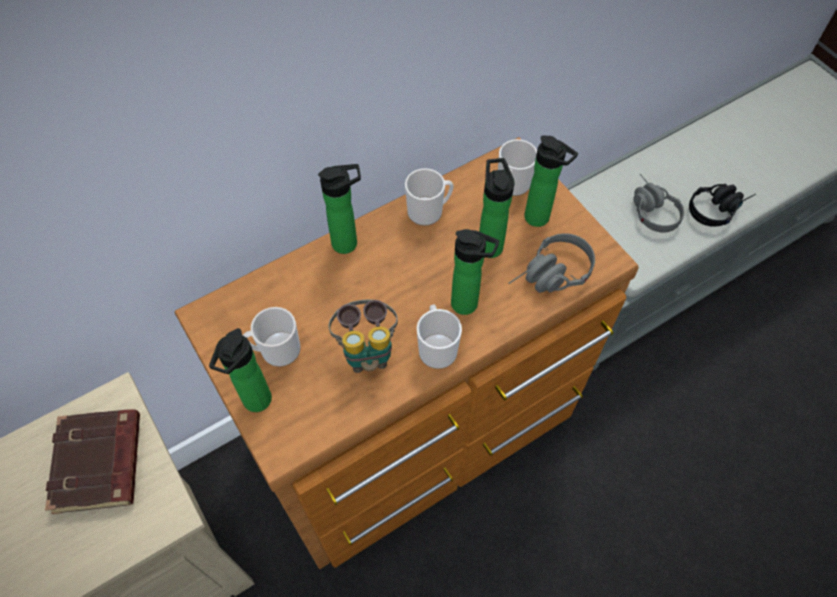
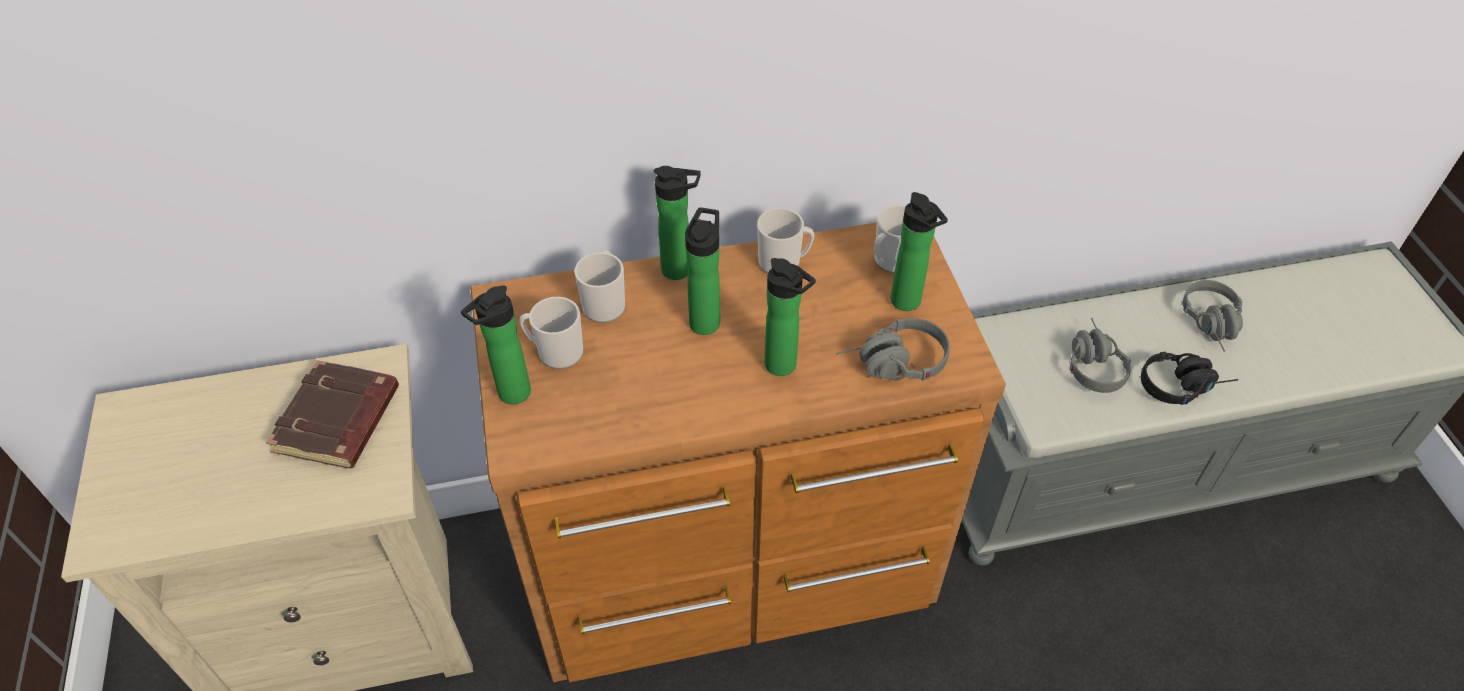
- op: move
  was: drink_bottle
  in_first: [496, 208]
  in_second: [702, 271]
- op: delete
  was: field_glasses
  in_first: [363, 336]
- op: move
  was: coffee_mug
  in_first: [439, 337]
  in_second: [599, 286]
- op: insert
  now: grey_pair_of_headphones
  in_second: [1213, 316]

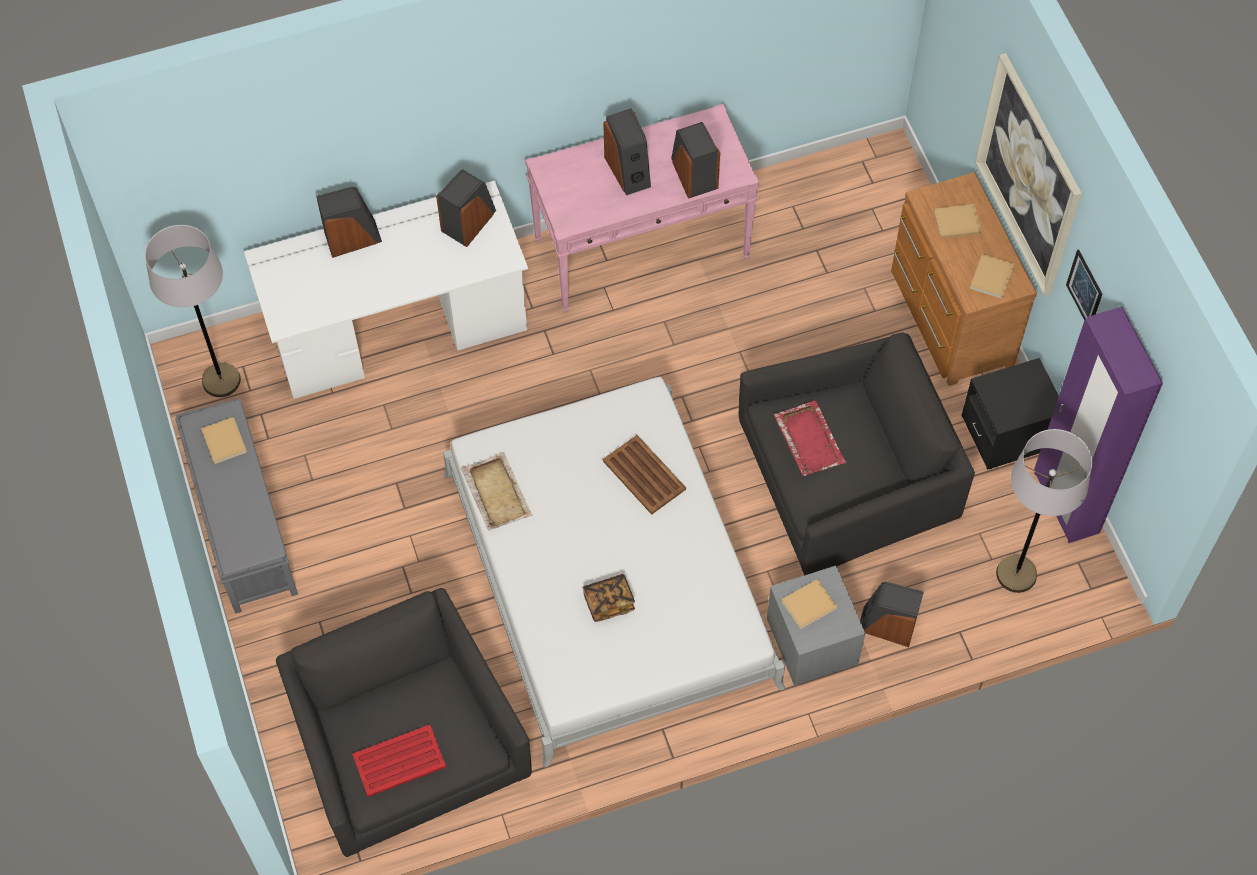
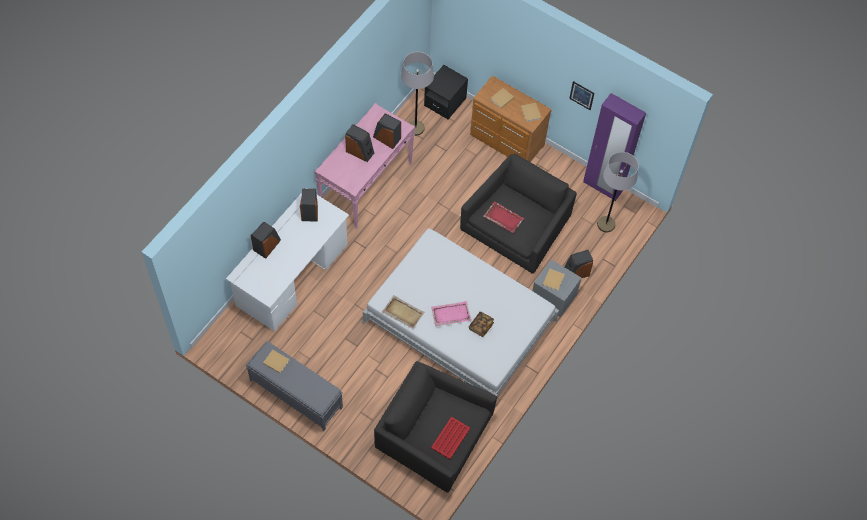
- op: delete
  was: wall_picture
  in_first: [1028, 174]
- op: move
  was: grey_standing_lamp
  in_first: [193, 311]
  in_second: [417, 94]
- op: move
  was: black-coloured_bedside_table
  in_first: [1010, 414]
  in_second: [446, 92]
- op: delete
  was: brown_serving_tray
  in_first: [644, 475]
- op: insert
  now: pink_serving_tray
  in_second: [451, 313]

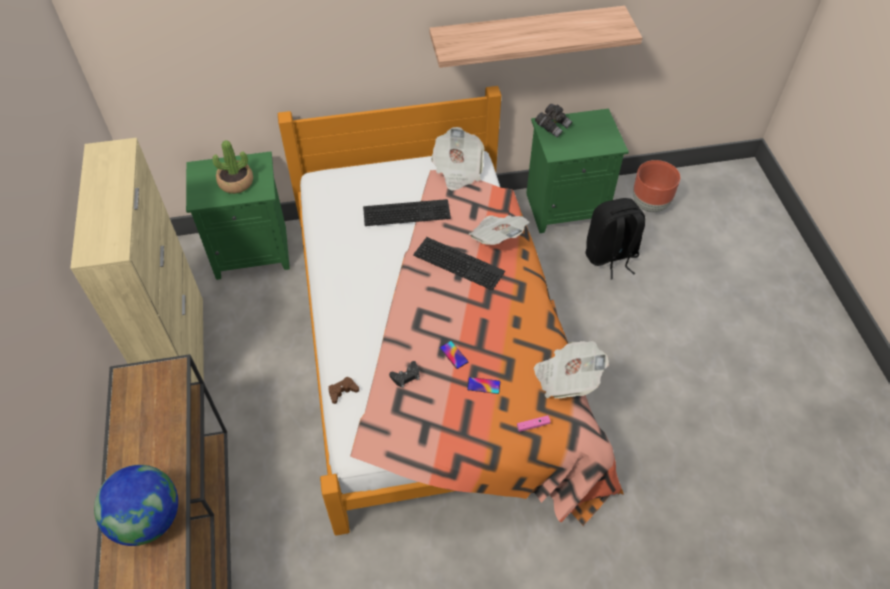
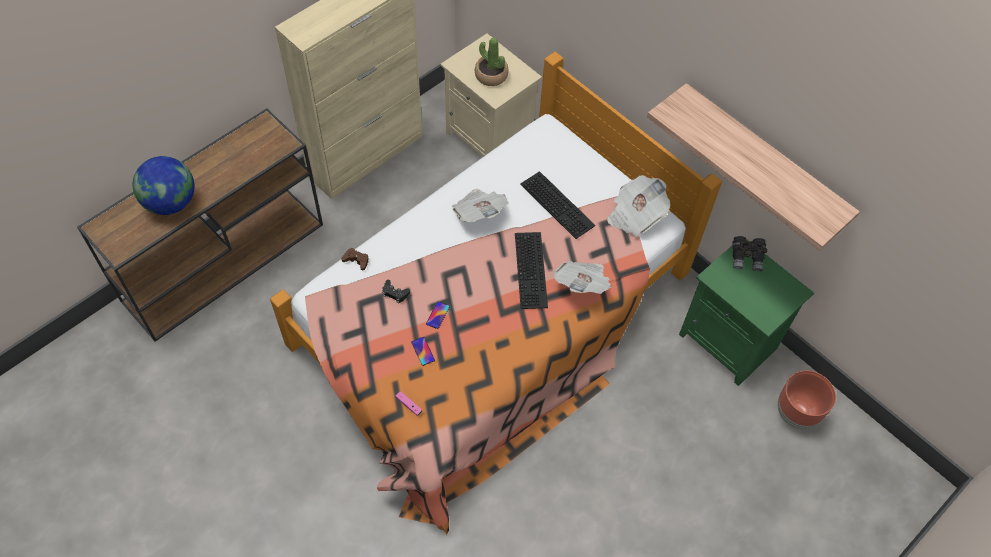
- op: recolor
  was: green_bedside_table
  now: sand-coloured_bedside_table
  in_first: [238, 215]
  in_second: [491, 95]
- op: delete
  was: black-coloured_rucksack
  in_first: [615, 238]
- op: move
  was: printed_paper
  in_first: [571, 369]
  in_second: [480, 205]

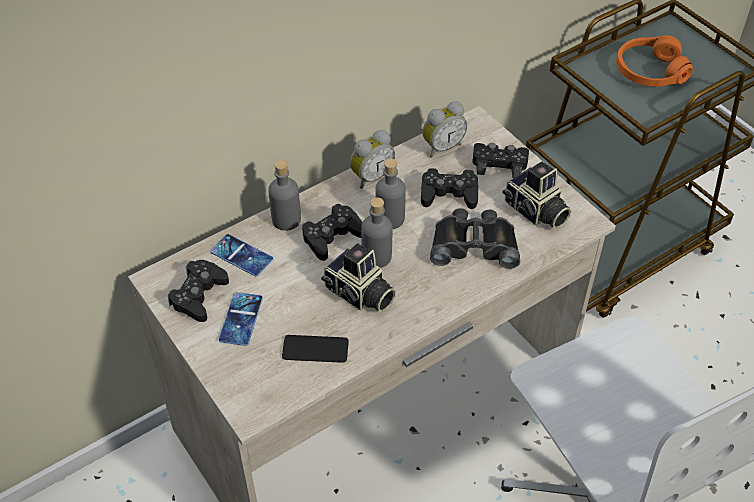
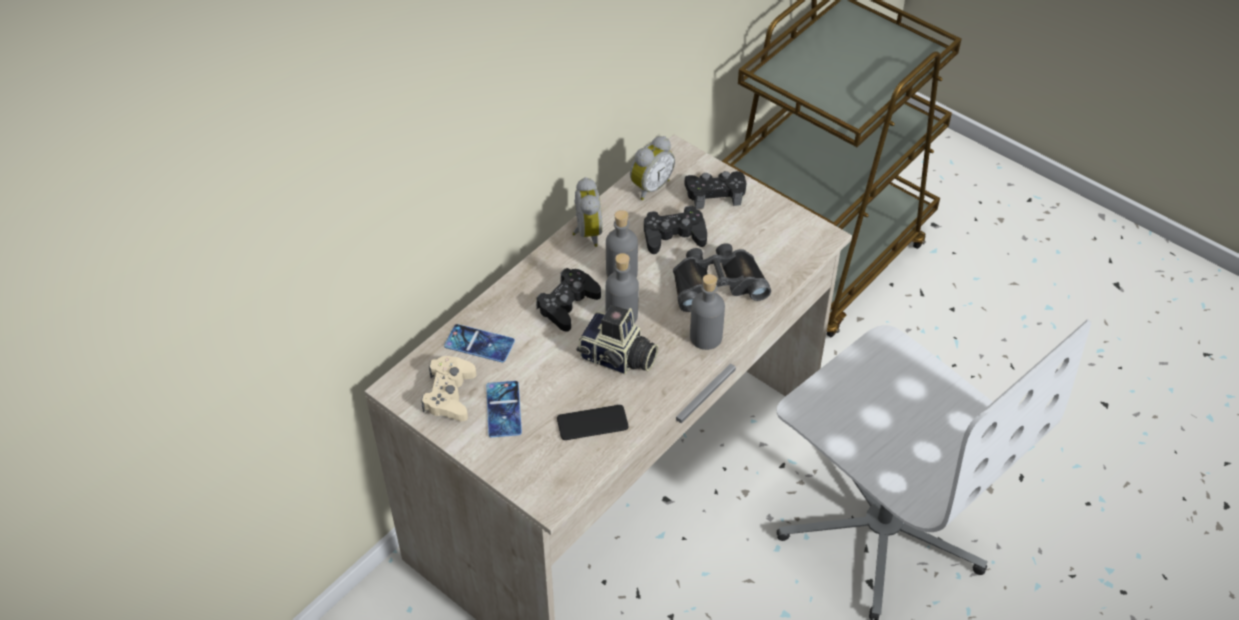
- op: delete
  was: orange_pair_of_headphones
  in_first: [654, 61]
- op: rotate
  was: table_clock
  in_first: [372, 159]
  in_second: [587, 212]
  clockwise: -45
- op: move
  was: grey_drink_bottle
  in_first: [284, 195]
  in_second: [707, 312]
- op: delete
  was: photo_camera
  in_first: [536, 195]
- op: recolor
  was: black-coloured_game_controller
  now: sand-coloured_game_controller
  in_first: [198, 291]
  in_second: [448, 388]

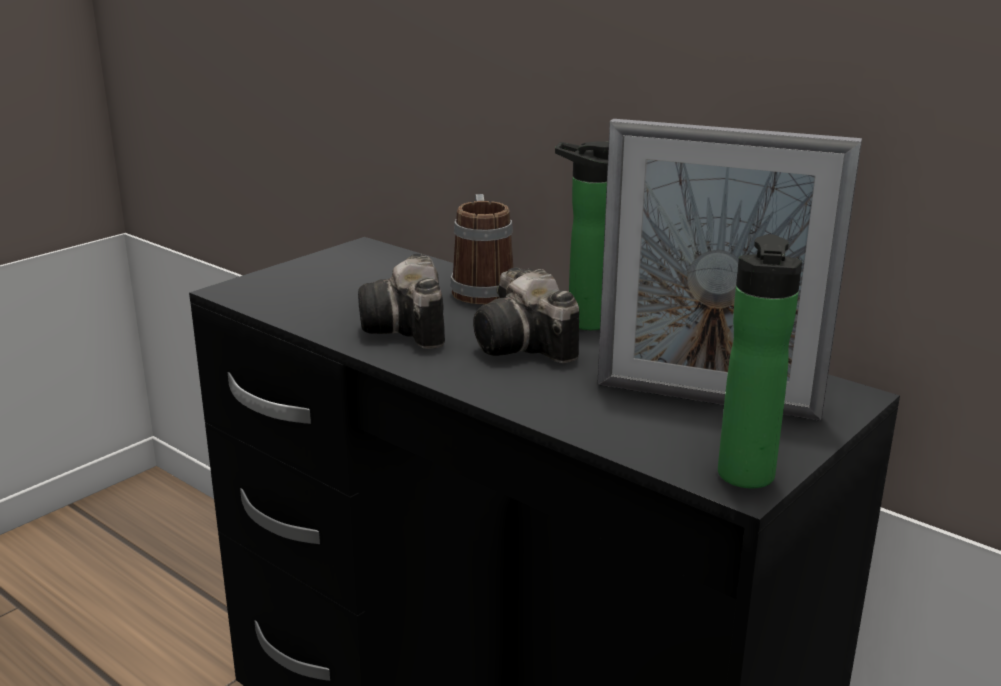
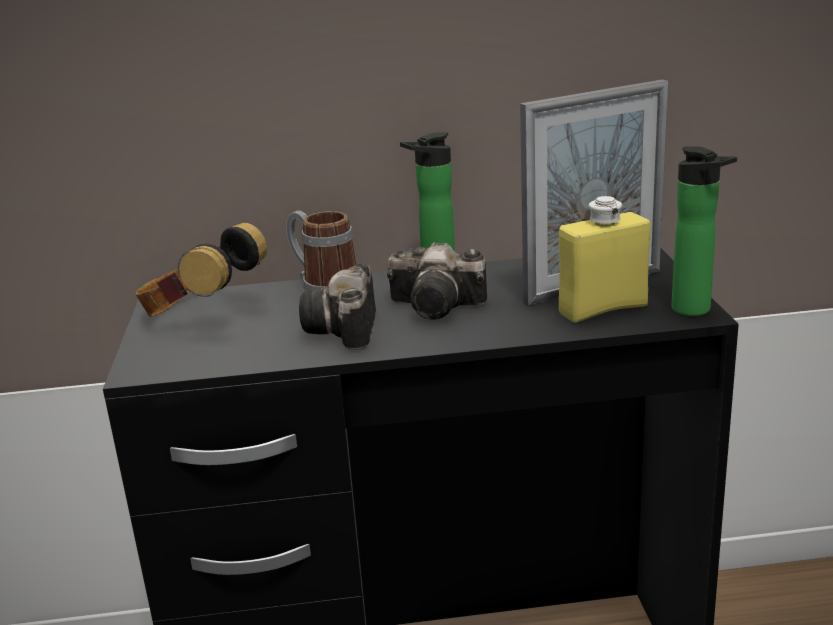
- op: rotate
  was: photo_camera
  in_first: [401, 301]
  in_second: [337, 306]
  clockwise: 60
- op: insert
  now: yellowish_drink_bottle
  in_second: [605, 259]
- op: insert
  now: pair_of_headphones
  in_second: [201, 270]

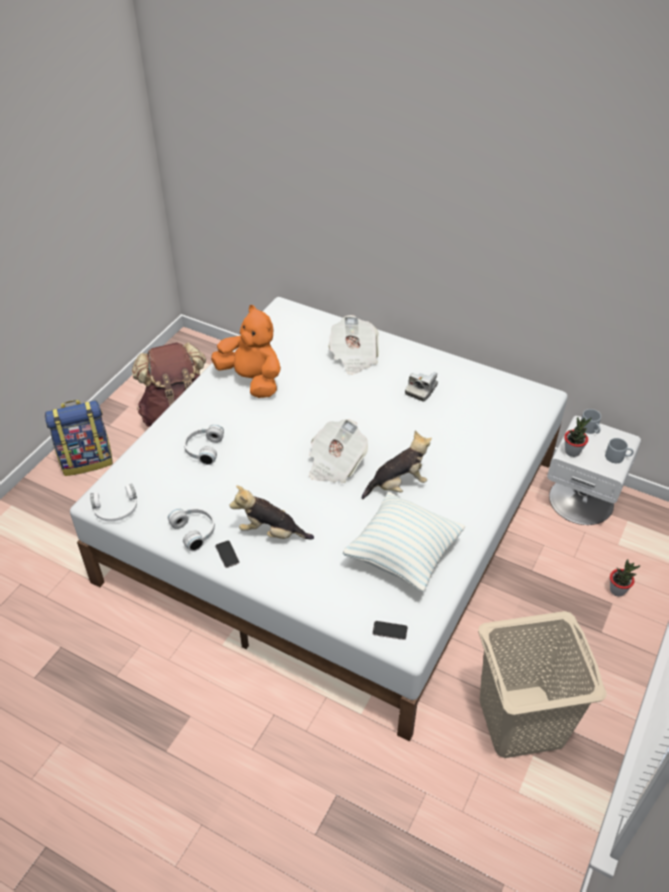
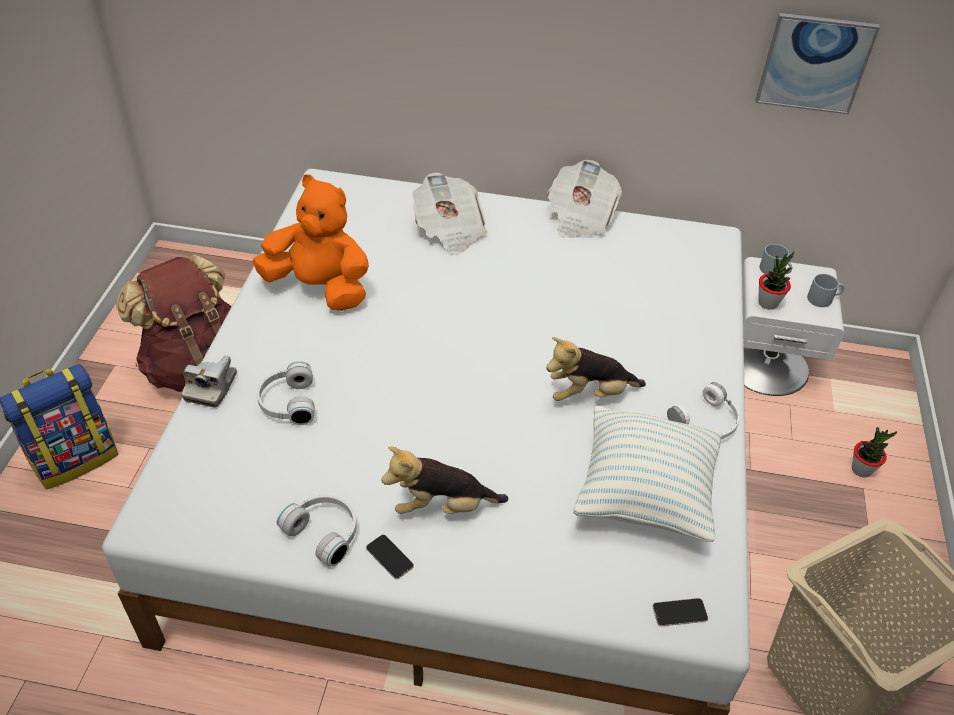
- op: move
  was: photo_camera
  in_first: [421, 386]
  in_second: [209, 381]
- op: move
  was: printed_paper
  in_first: [338, 451]
  in_second: [584, 199]
- op: rotate
  was: soft_toy
  in_first: [397, 464]
  in_second: [596, 369]
  clockwise: -150
- op: move
  was: whitish_pair_of_headphones
  in_first: [113, 502]
  in_second: [703, 410]
- op: insert
  now: wall_picture
  in_second: [817, 63]

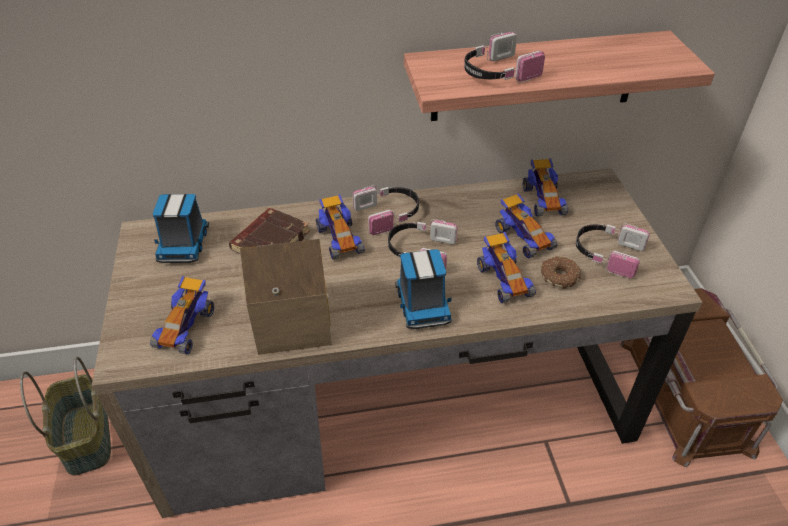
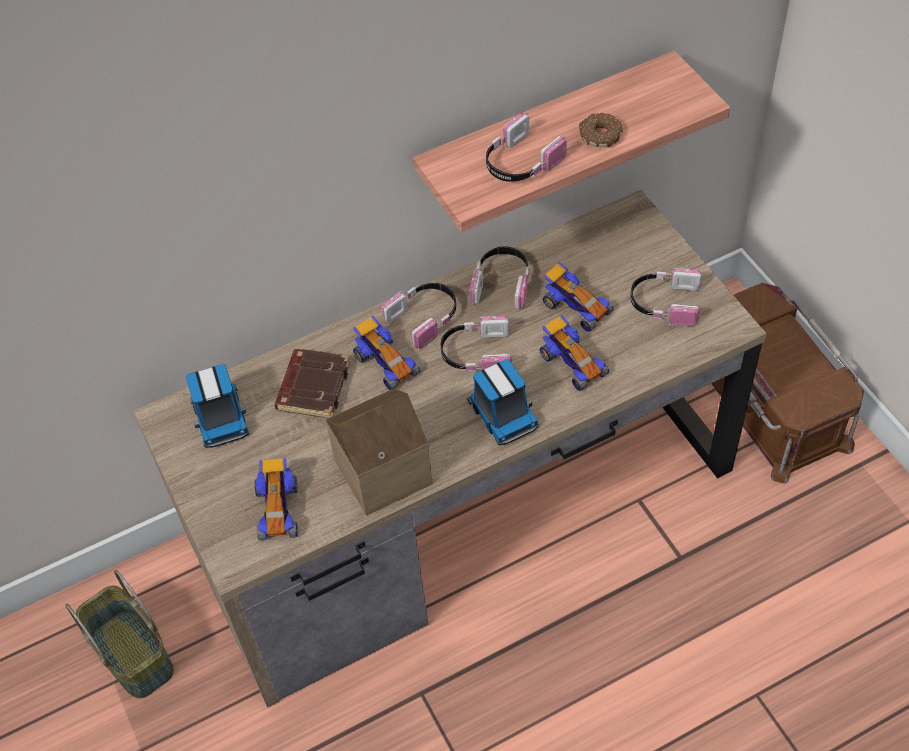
- op: delete
  was: model_car
  in_first: [545, 187]
- op: move
  was: ring_doughnut
  in_first: [561, 272]
  in_second: [601, 130]
- op: insert
  now: pair_of_headphones
  in_second: [499, 278]

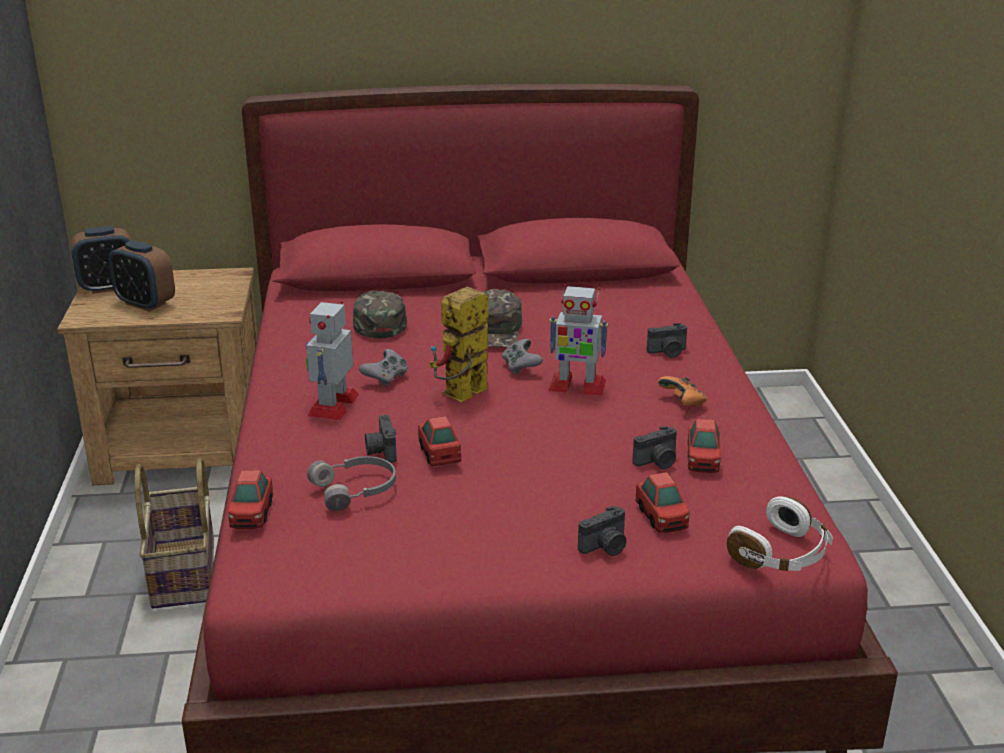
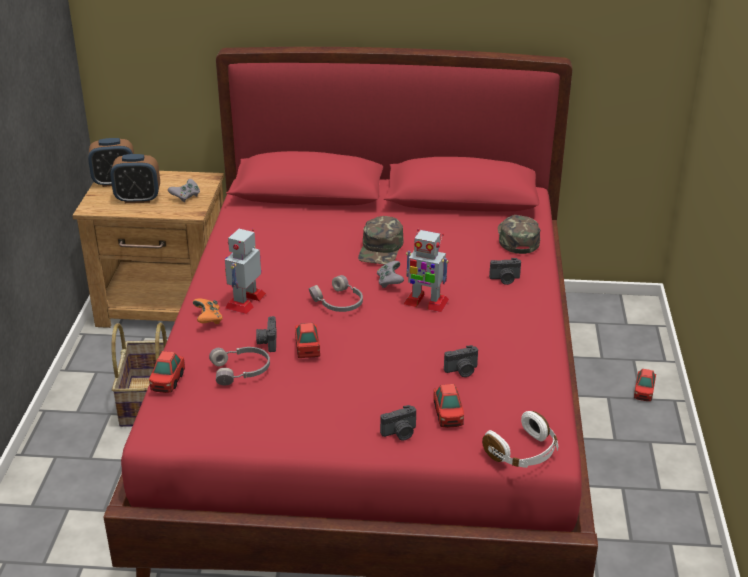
- op: rotate
  was: table_clock
  in_first: [141, 276]
  in_second: [135, 178]
  clockwise: -45
- op: replace
  was: robot_figure
  now: grey_pair_of_headphones
  in_first: [458, 344]
  in_second: [336, 293]
- op: move
  was: green_peaked_cap
  in_first: [380, 314]
  in_second: [519, 234]
- op: move
  was: grey_game_controller
  in_first: [383, 368]
  in_second: [184, 190]
- op: move
  was: orange_game_controller
  in_first: [682, 391]
  in_second: [208, 311]
- op: move
  was: model_car
  in_first: [704, 446]
  in_second: [645, 385]

